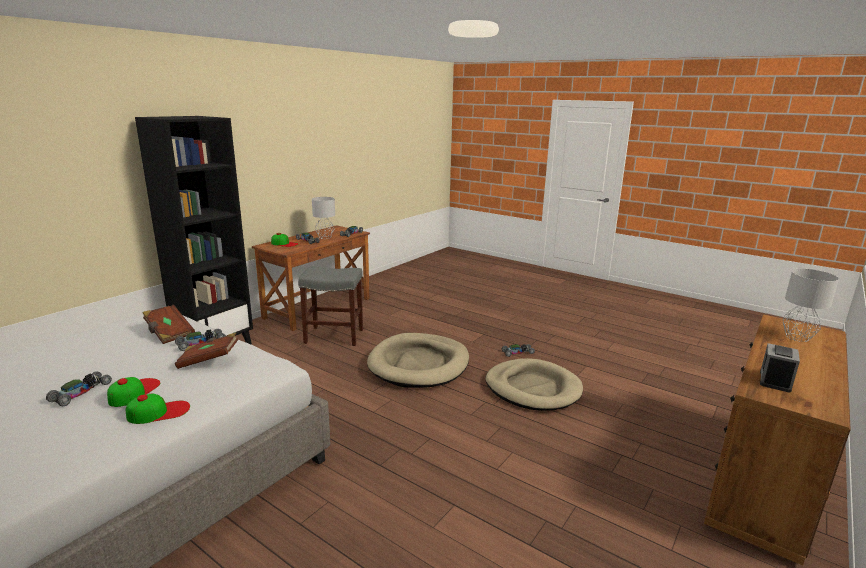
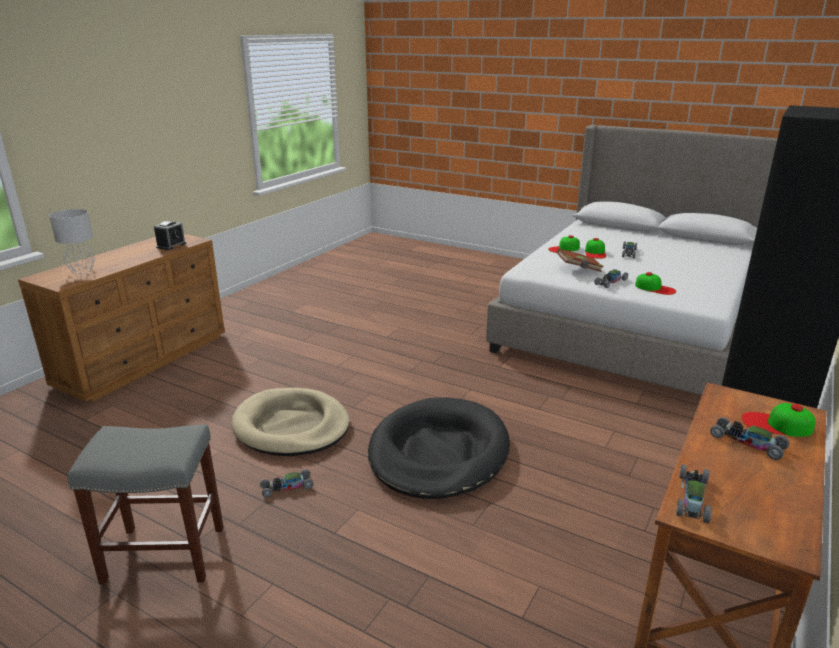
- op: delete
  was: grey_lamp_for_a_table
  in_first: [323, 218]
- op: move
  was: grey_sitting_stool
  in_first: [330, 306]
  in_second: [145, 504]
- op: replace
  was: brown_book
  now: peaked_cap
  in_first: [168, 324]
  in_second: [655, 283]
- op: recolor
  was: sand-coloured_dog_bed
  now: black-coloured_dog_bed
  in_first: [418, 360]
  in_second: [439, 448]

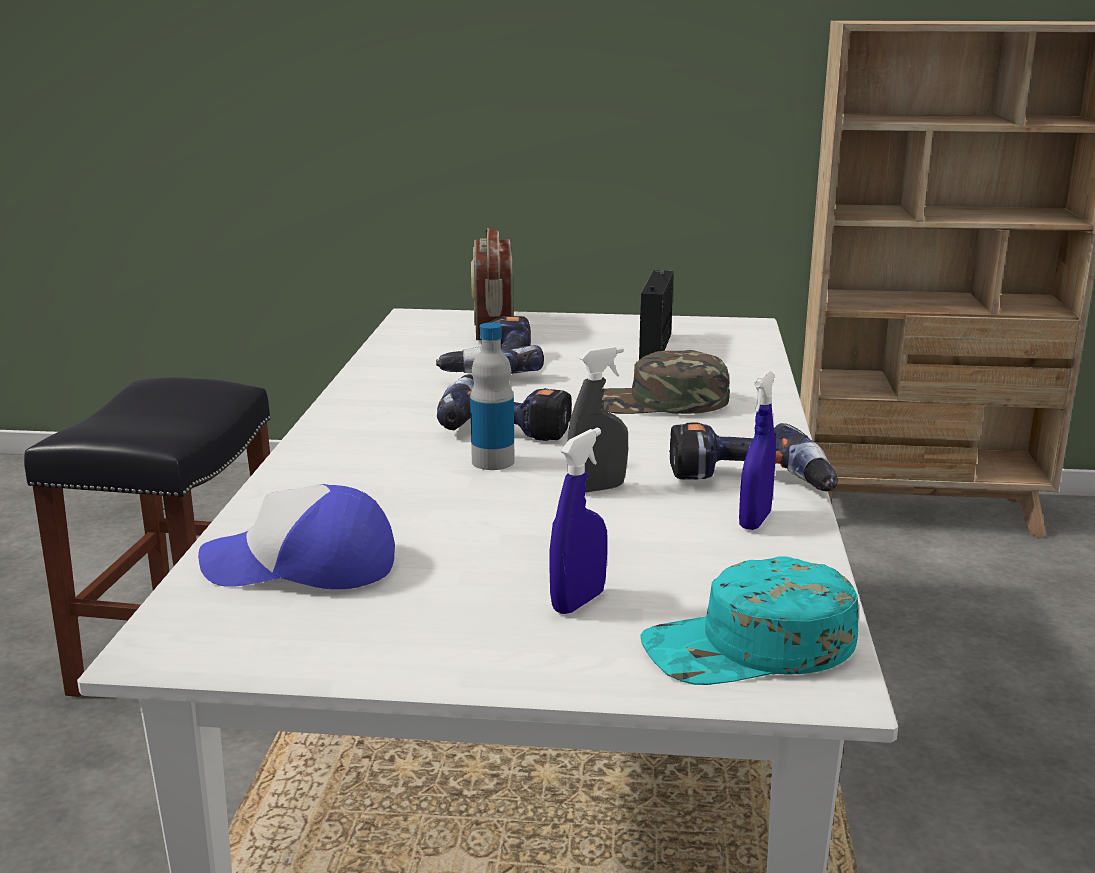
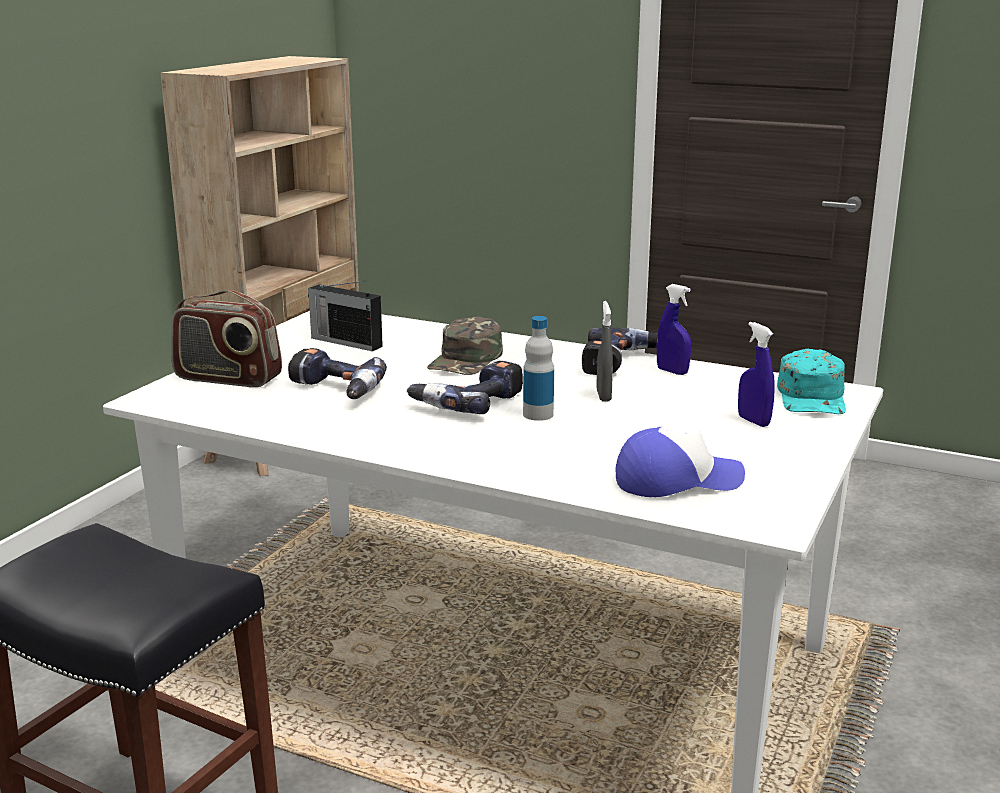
- op: rotate
  was: peaked_cap
  in_first: [296, 536]
  in_second: [680, 462]
  clockwise: -120

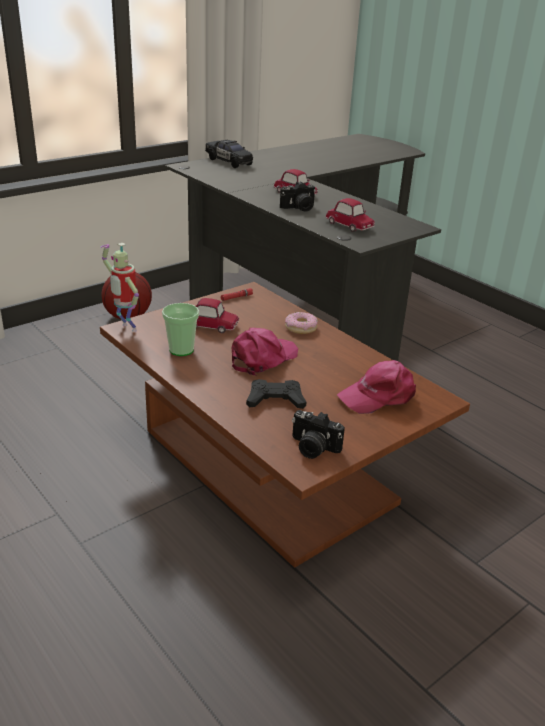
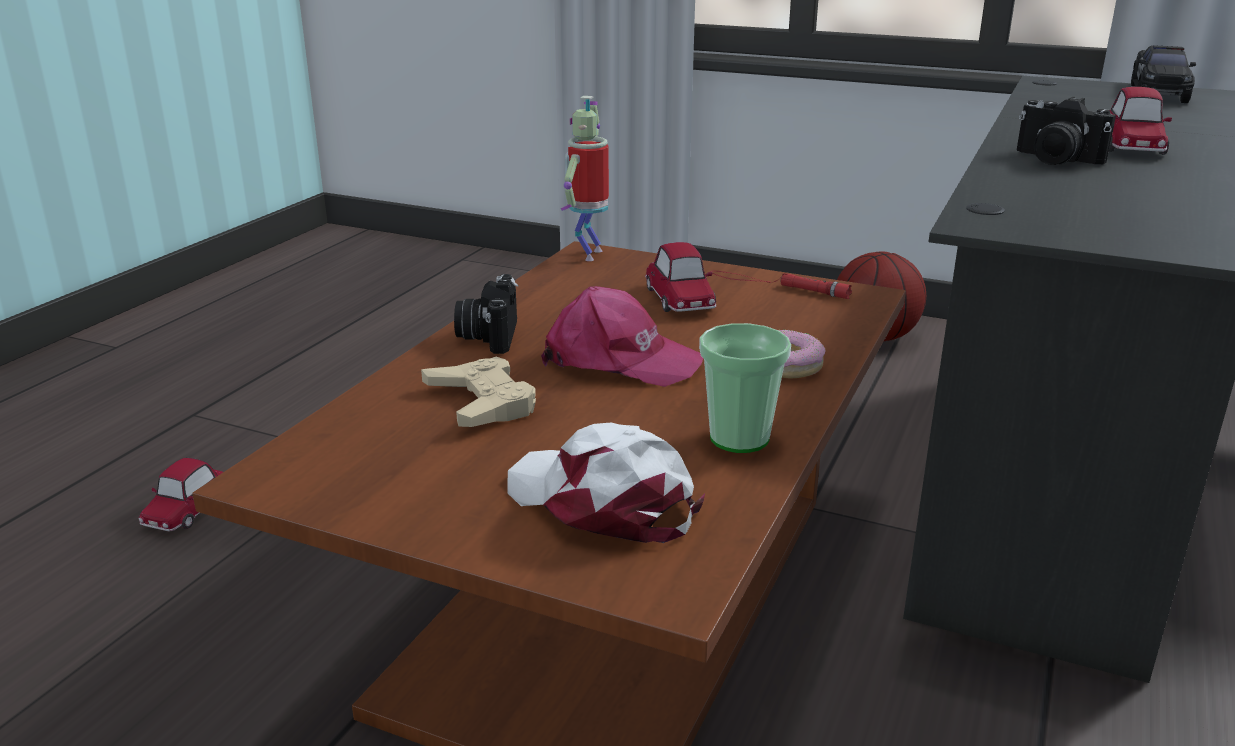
- op: move
  was: model_car
  in_first: [350, 215]
  in_second: [180, 495]
- op: move
  was: small_cup
  in_first: [180, 329]
  in_second: [745, 388]
- op: recolor
  was: pink_peaked_cap
  now: whitish_peaked_cap
  in_first: [376, 387]
  in_second: [606, 483]
- op: recolor
  was: black-coloured_game_controller
  now: sand-coloured_game_controller
  in_first: [276, 394]
  in_second: [478, 392]
- op: move
  was: photo_camera
  in_first: [318, 434]
  in_second: [486, 314]

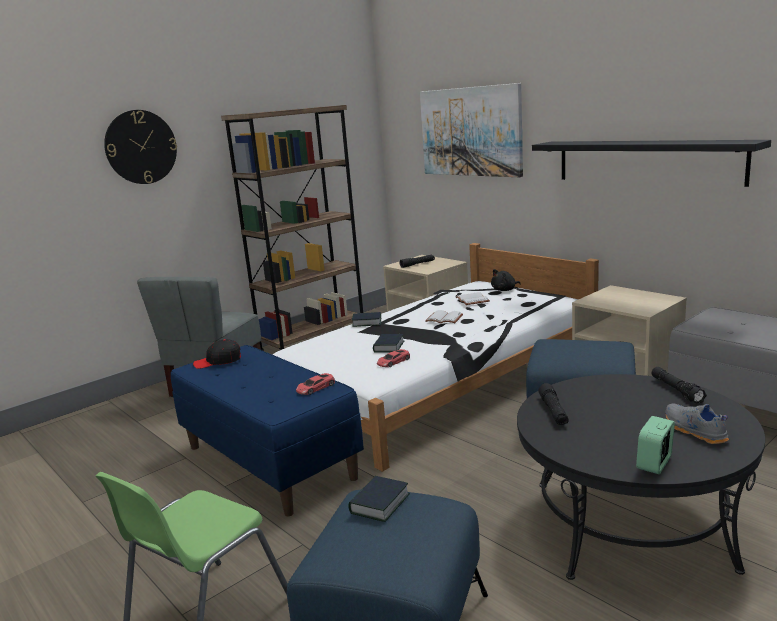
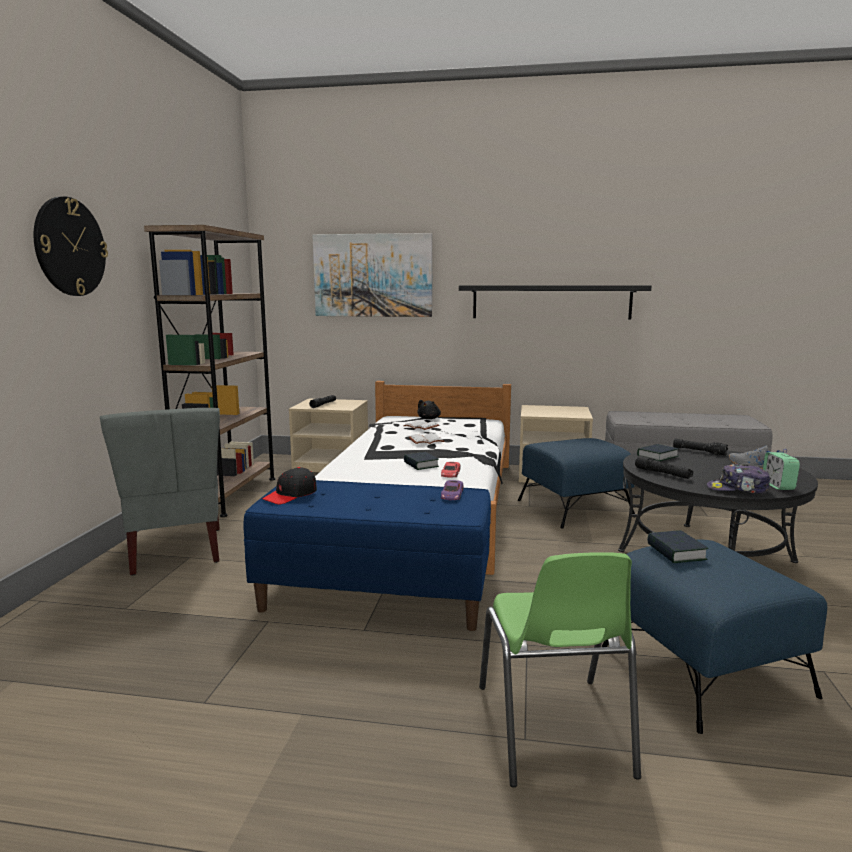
- op: move
  was: book
  in_first: [366, 319]
  in_second: [658, 452]
- op: recolor
  was: reddish_model_car
  now: purple-coloured_model_car
  in_first: [315, 384]
  in_second: [452, 490]
- op: insert
  now: peaked_cap
  in_second: [738, 478]

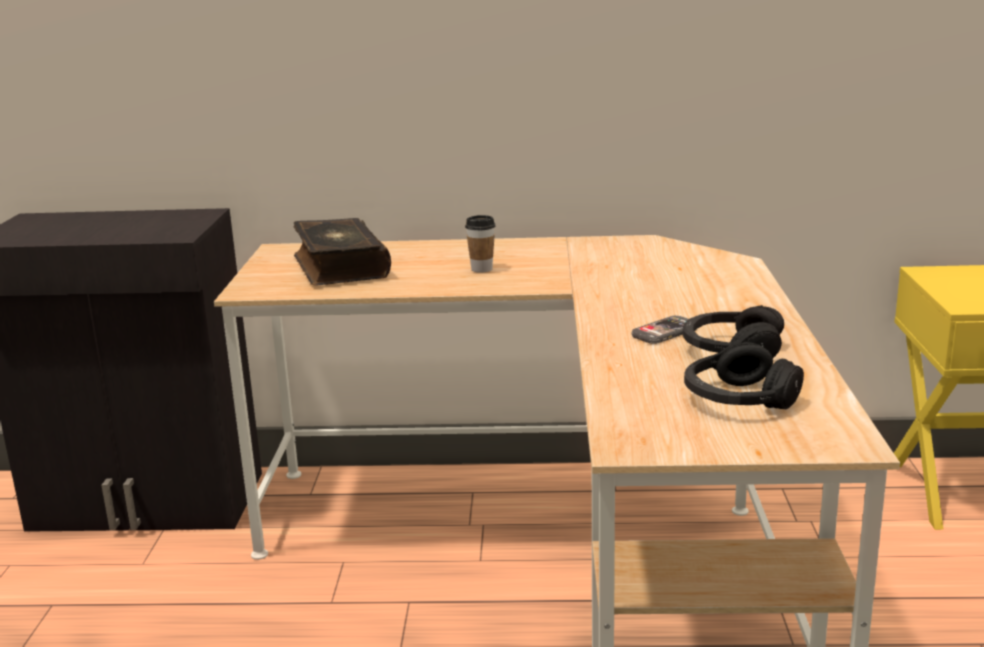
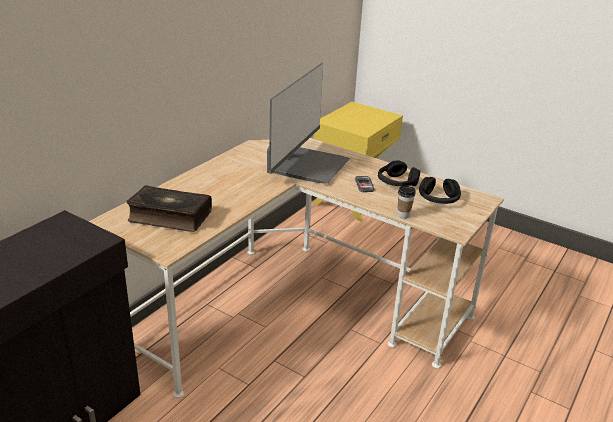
- op: move
  was: small_cup
  in_first: [480, 244]
  in_second: [407, 202]
- op: insert
  now: computer_display
  in_second: [308, 123]

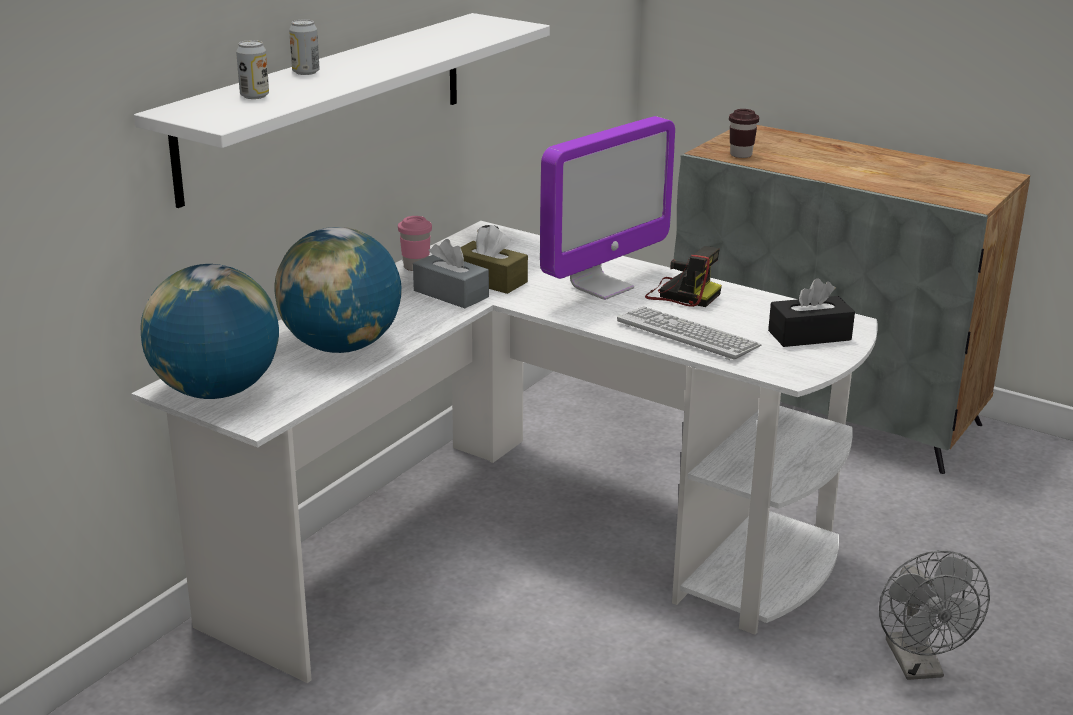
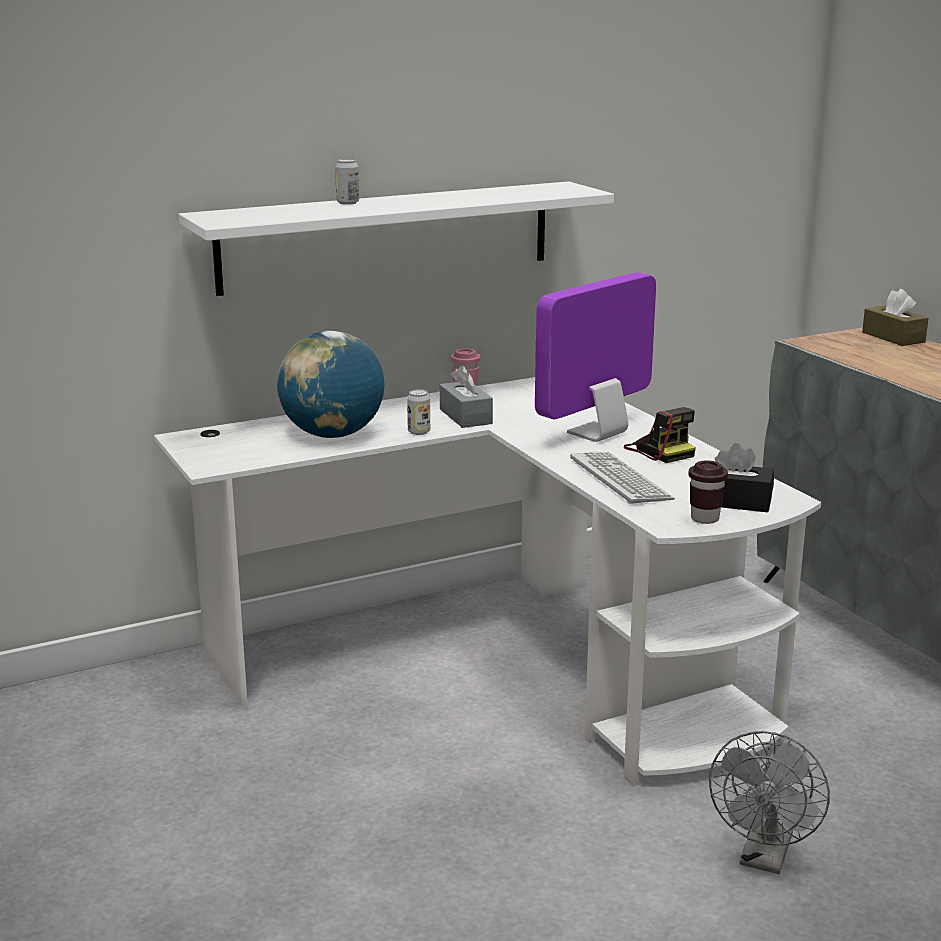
- op: move
  was: metal_can
  in_first: [252, 69]
  in_second: [418, 412]
- op: move
  was: brown_small_cup
  in_first: [744, 133]
  in_second: [708, 492]
- op: rotate
  was: computer_display
  in_first: [607, 208]
  in_second: [595, 357]
  clockwise: 150
- op: move
  was: brown_tissue_holder
  in_first: [494, 259]
  in_second: [895, 317]
- op: delete
  was: desk_globe
  in_first: [209, 331]

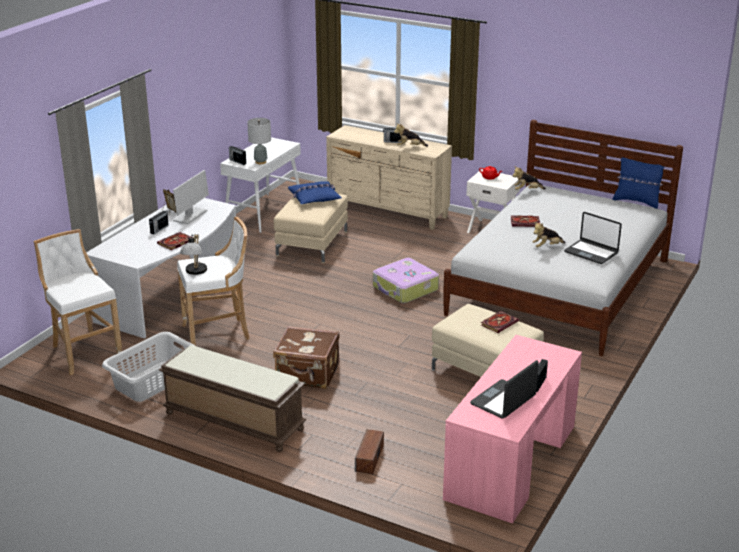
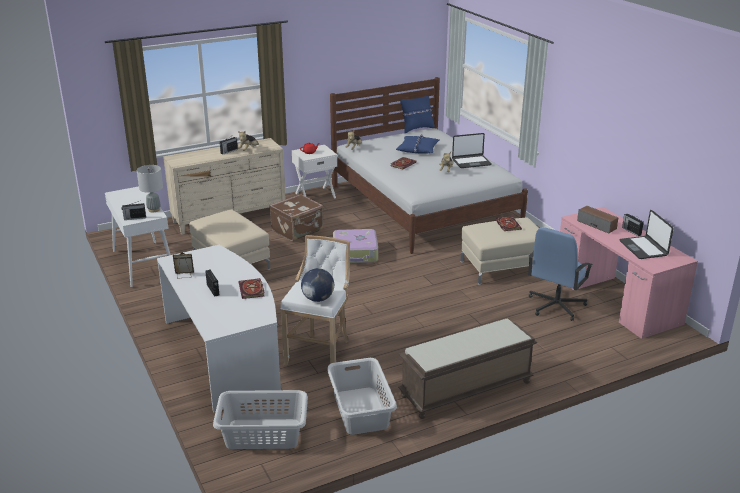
- op: delete
  was: computer_display
  in_first: [191, 197]
- op: move
  was: blue_pillow
  in_first: [315, 192]
  in_second: [418, 143]
- op: replace
  was: whitish_sitting_stool
  now: grey_hamper
  in_first: [77, 302]
  in_second: [260, 419]
- op: replace
  was: lamp_for_a_table
  now: desk_globe
  in_first: [193, 254]
  in_second: [317, 285]
- op: move
  was: brown_travel_case
  in_first: [306, 357]
  in_second: [296, 217]
- op: move
  was: speaker
  in_first: [369, 451]
  in_second: [597, 220]
- op: insert
  now: blue_desk_chair
  in_second: [560, 274]

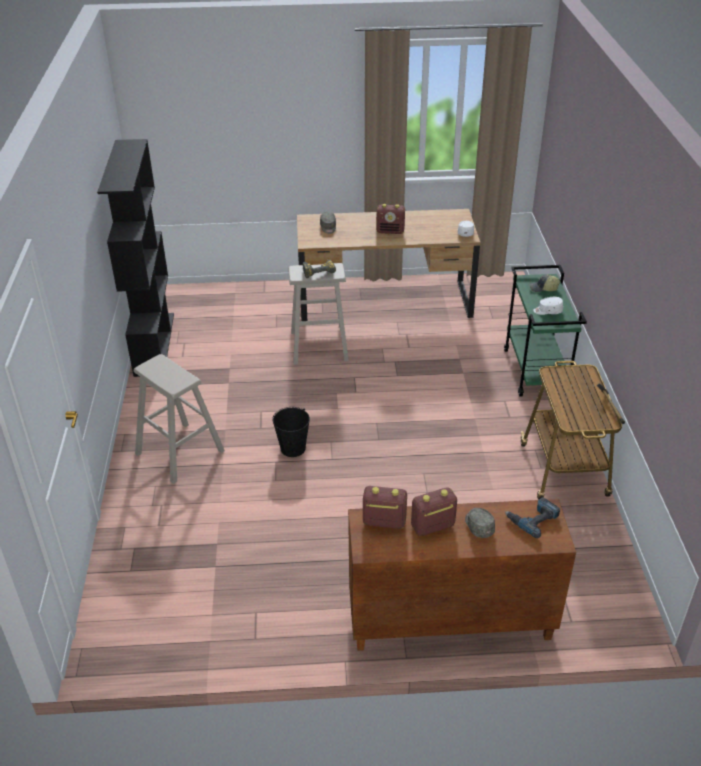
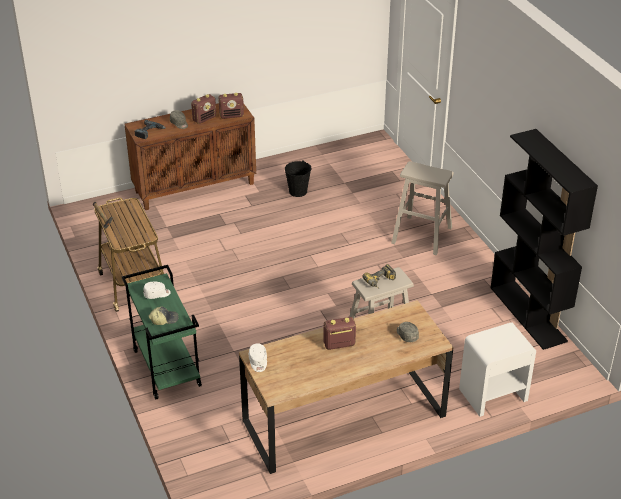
- op: move
  was: black-coloured_bucket
  in_first: [291, 432]
  in_second: [298, 178]
- op: insert
  now: whitish_bedside_table
  in_second: [497, 370]

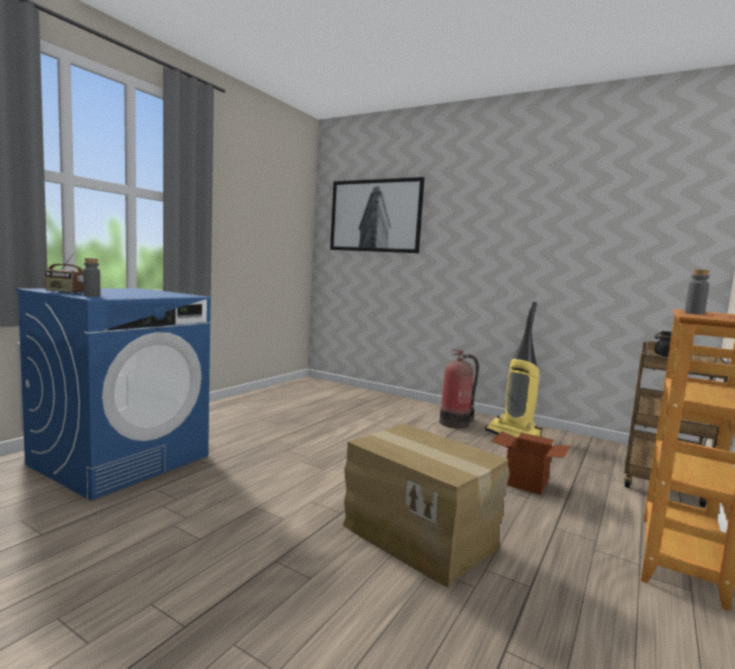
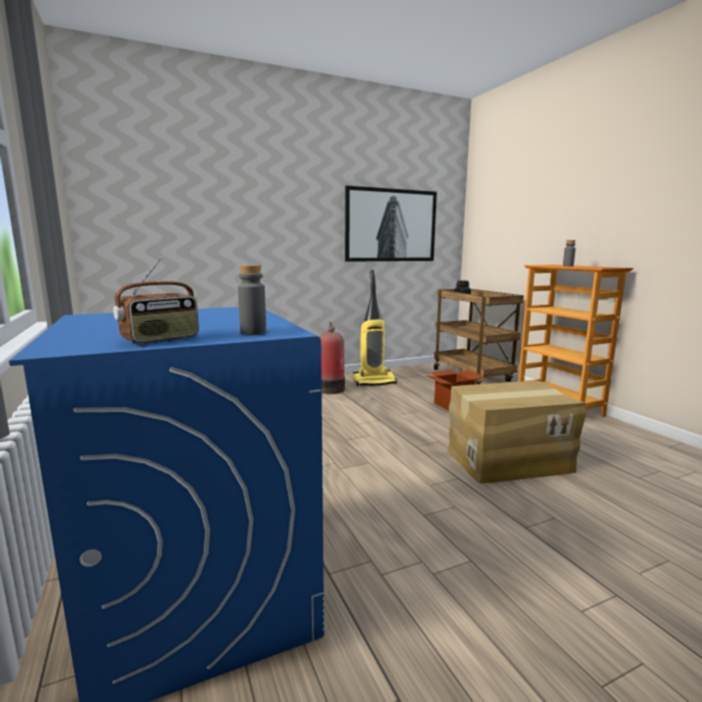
- op: move
  was: wall_picture
  in_first: [377, 215]
  in_second: [391, 224]

